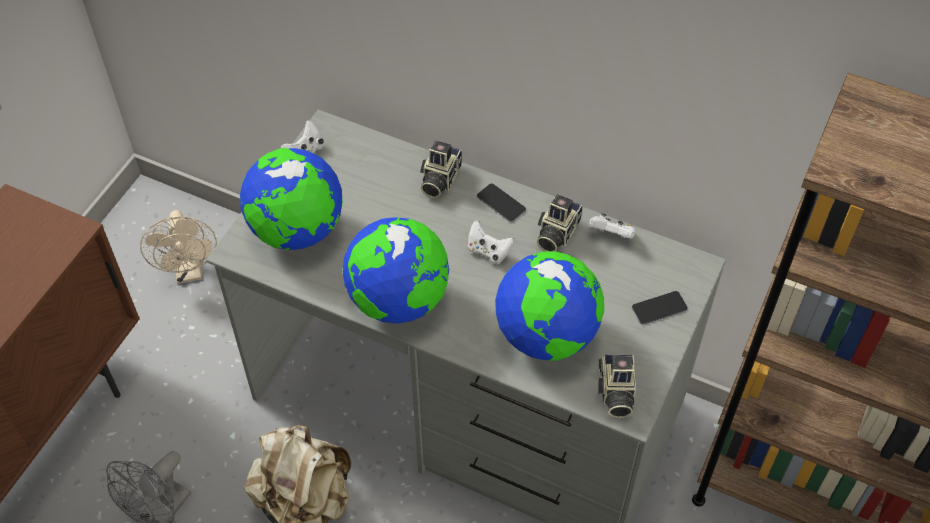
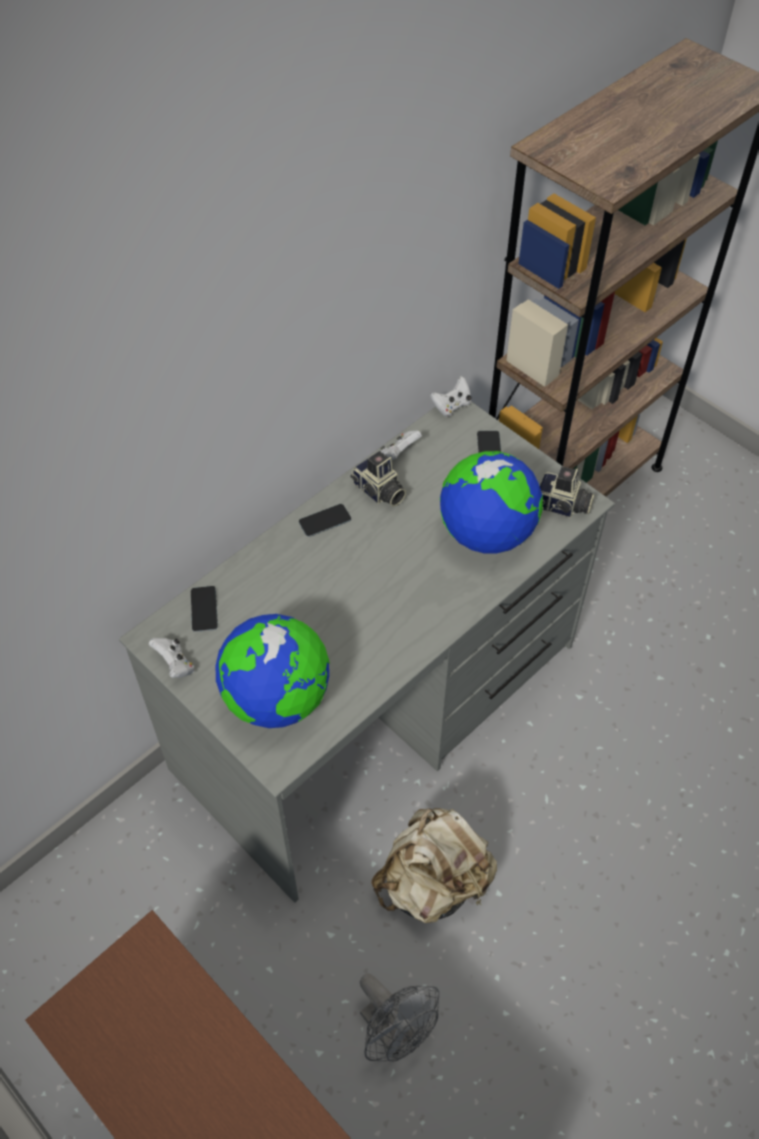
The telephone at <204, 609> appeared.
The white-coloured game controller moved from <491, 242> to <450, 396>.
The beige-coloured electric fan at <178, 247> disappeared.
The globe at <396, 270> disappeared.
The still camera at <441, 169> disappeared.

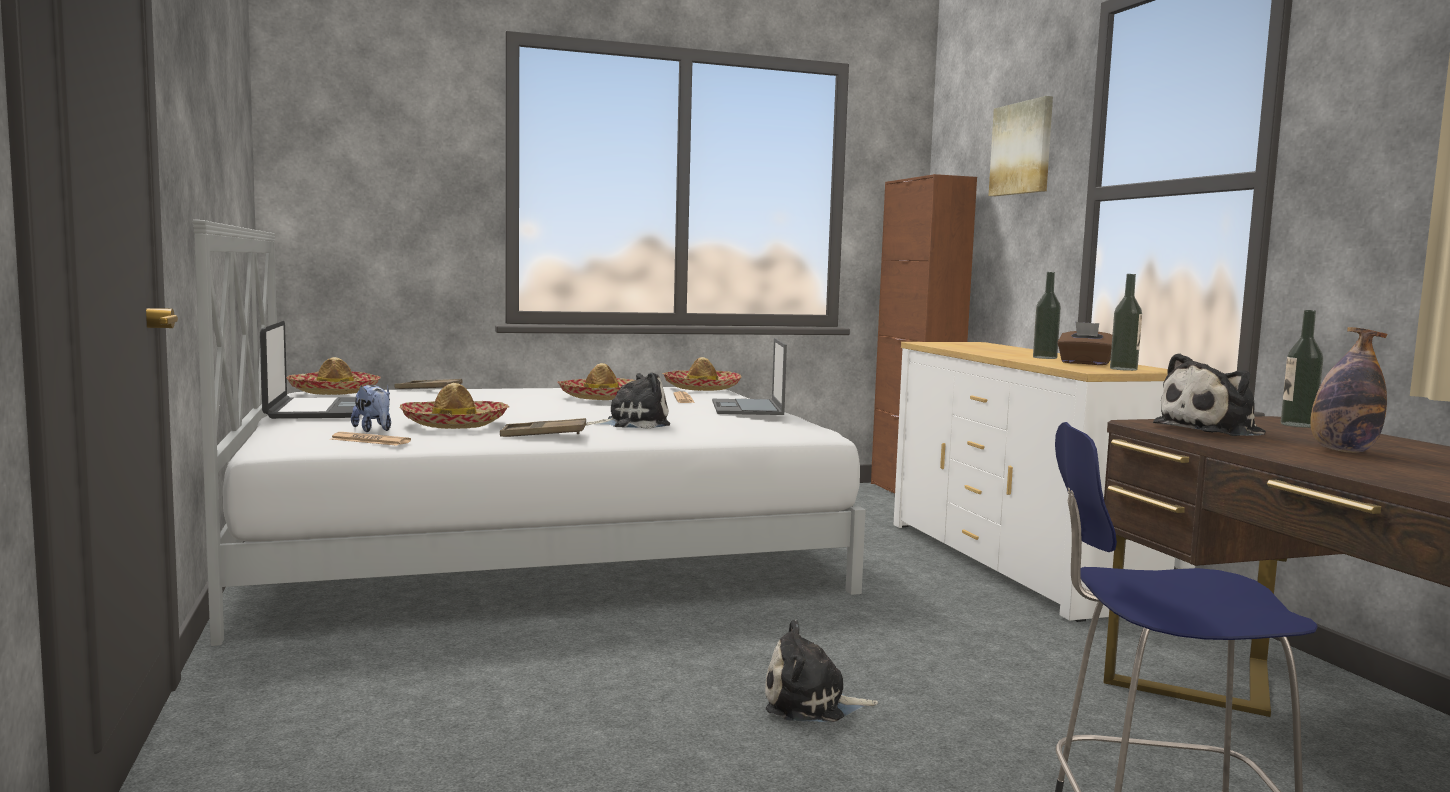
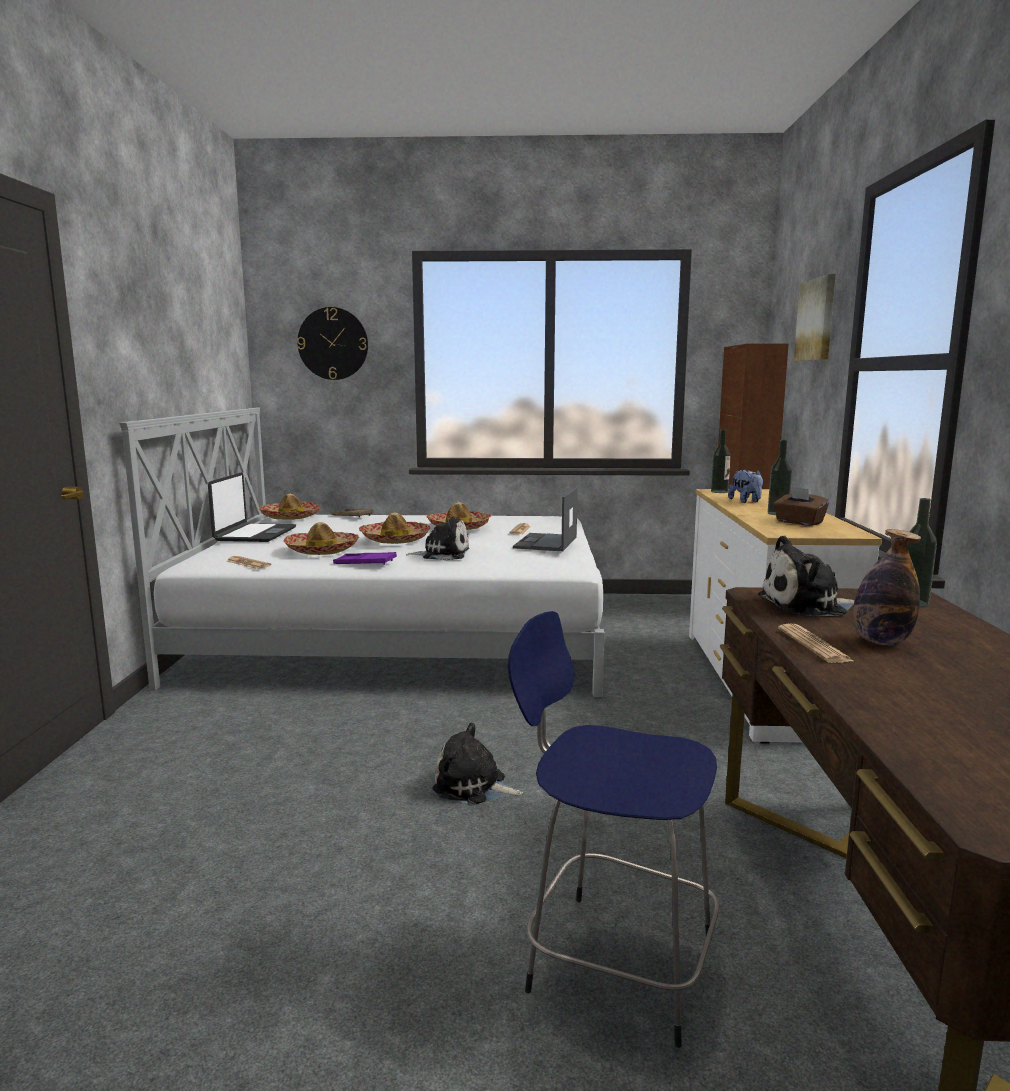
The clock on the wall at <332, 343> appeared.
The brown tray at <543, 427> became the purplish tray at <365, 558>.
The wearable hat moved from <702, 374> to <395, 528>.
The bottle moved from <1126, 322> to <721, 461>.
The cuddly toy moved from <371, 408> to <745, 486>.
The newspaper at <816, 643> appeared.

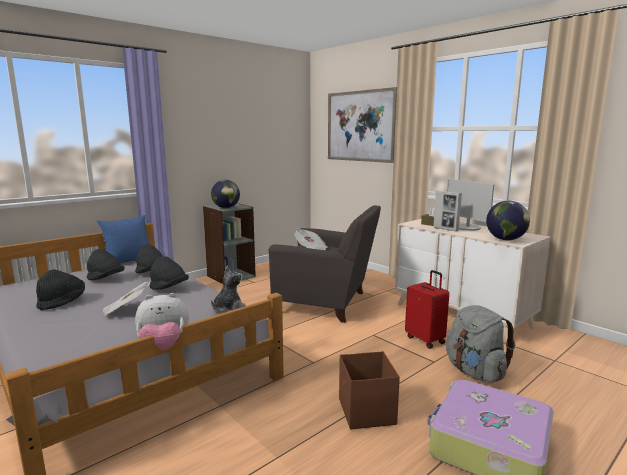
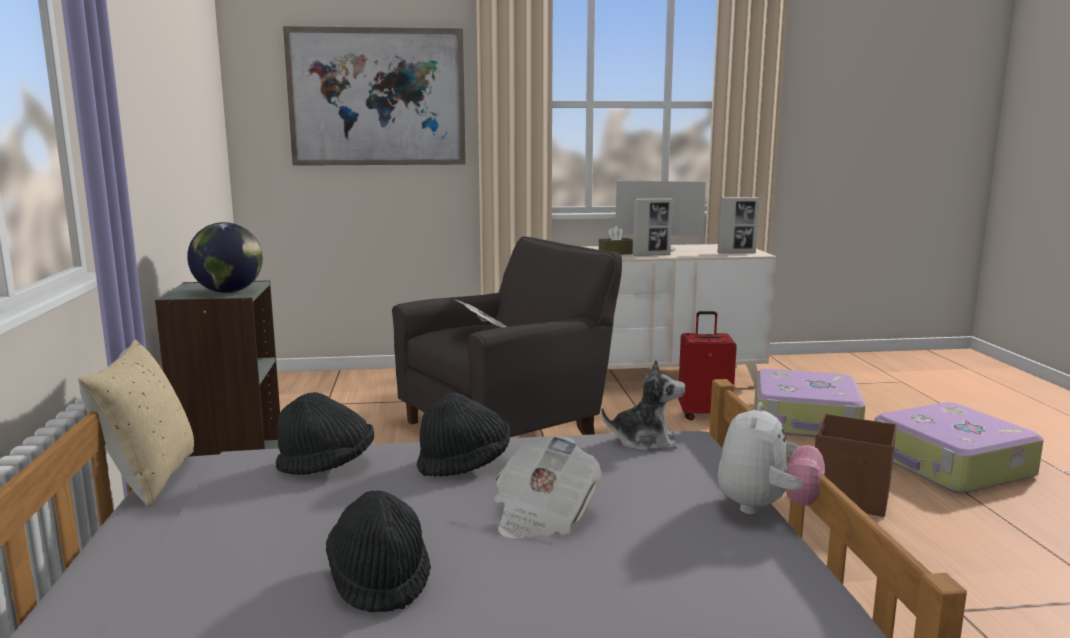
The blue pillow at <123, 239> became the beige-coloured pillow at <136, 423>.
The cuddly toy at <228, 289> turned 120 degrees clockwise.
The globe at <508, 220> was replaced by the picture frame at <738, 225>.
The greyish knapsack at <480, 344> was replaced by the piece of luggage at <810, 403>.
The black wearable hat at <105, 264> disappeared.

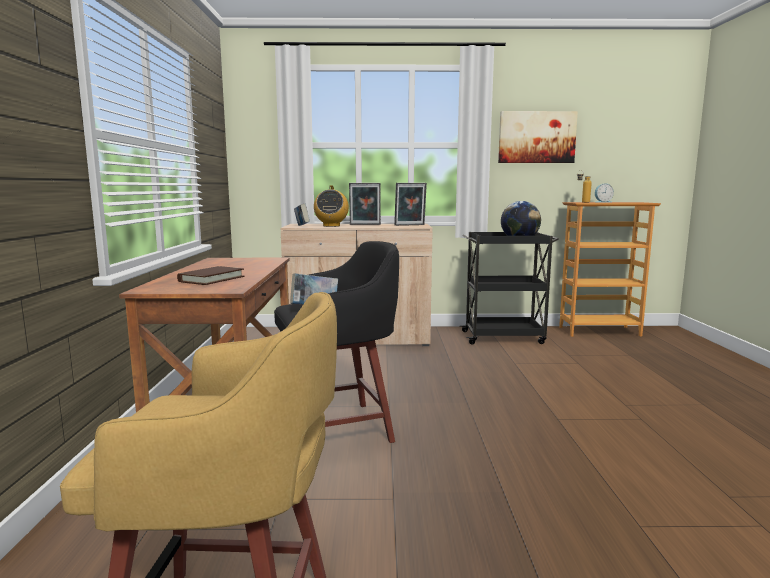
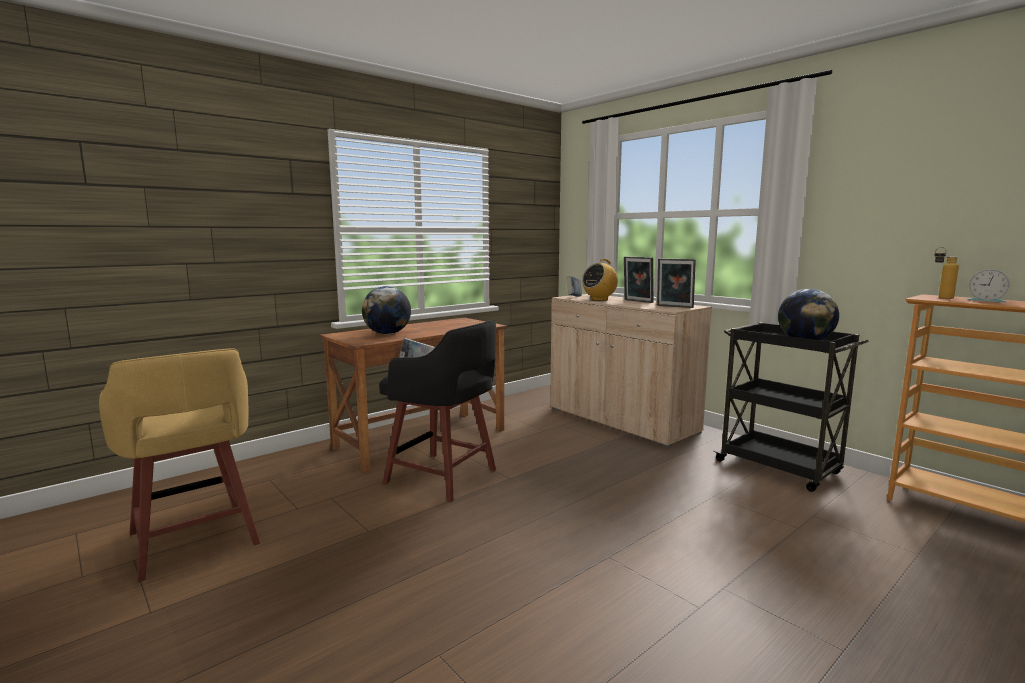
The brown book at <210, 275> was replaced by the globe at <386, 310>.
The picture at <538, 137> disappeared.

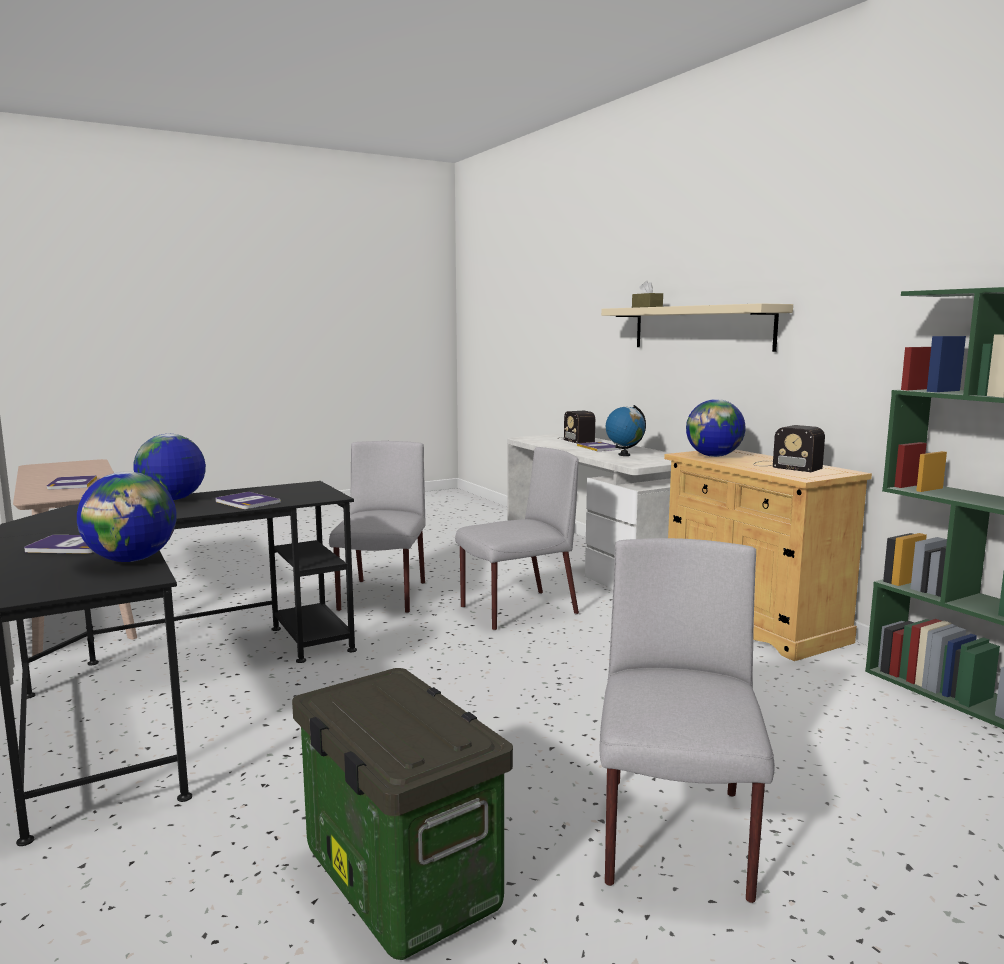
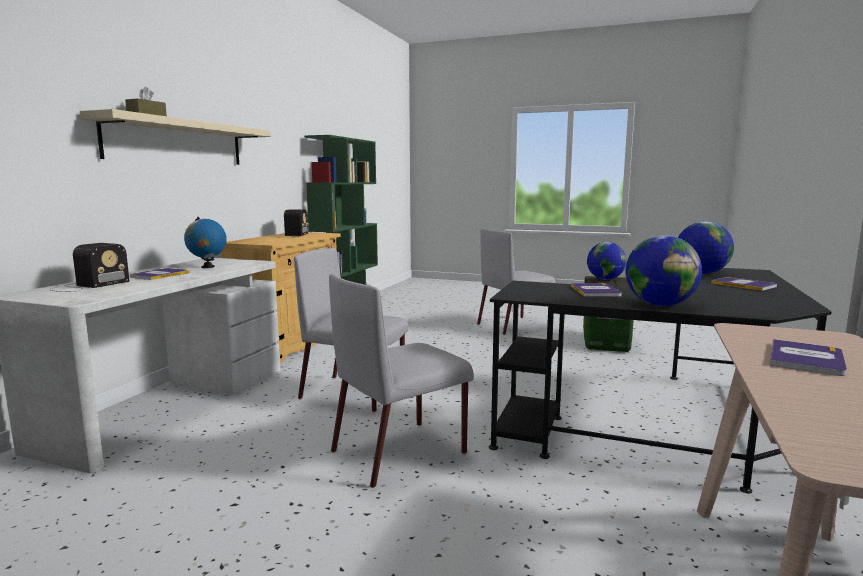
The globe moved from <716, 428> to <606, 261>.

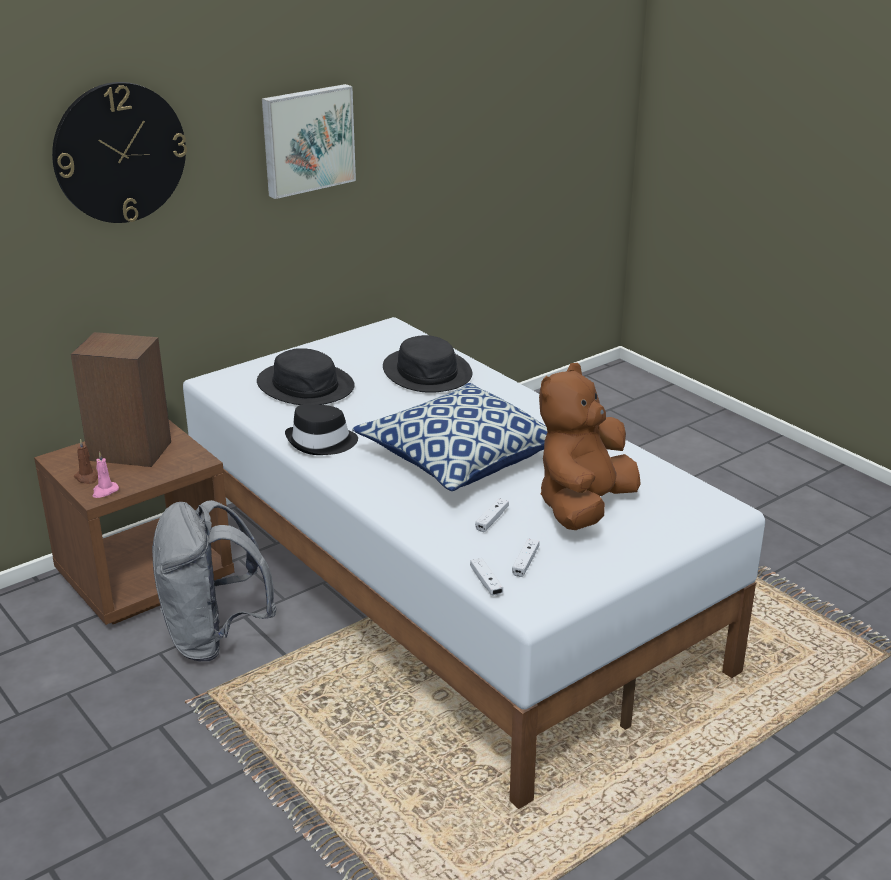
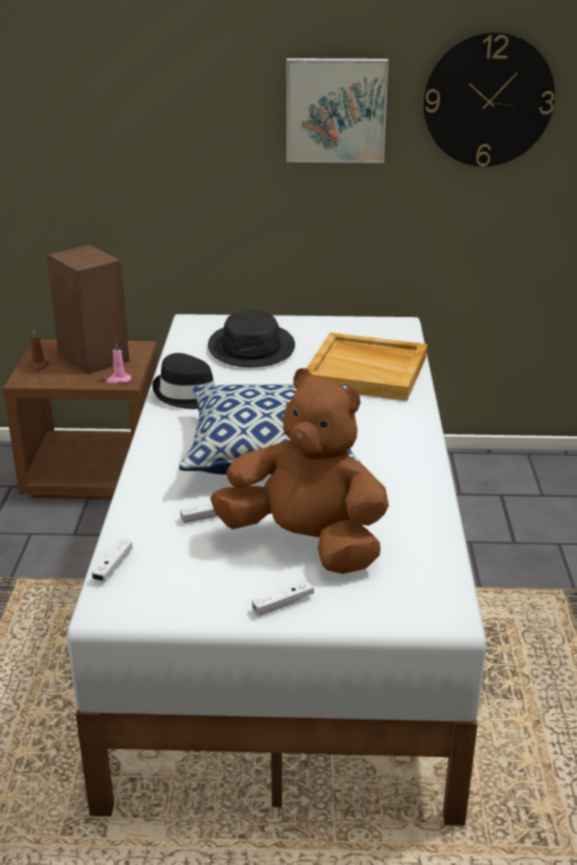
The pinkish wax light moved from <106, 474> to <118, 363>.
The brown cuddly toy at <590, 446> turned 45 degrees clockwise.
The white-coloured game controller moved from <525, 558> to <283, 598>.
The black wearable hat at <427, 364> was replaced by the beige-coloured tray at <367, 367>.
The clock on the wall moved from <119, 152> to <489, 99>.
The greyish knapsack at <214, 580> disappeared.

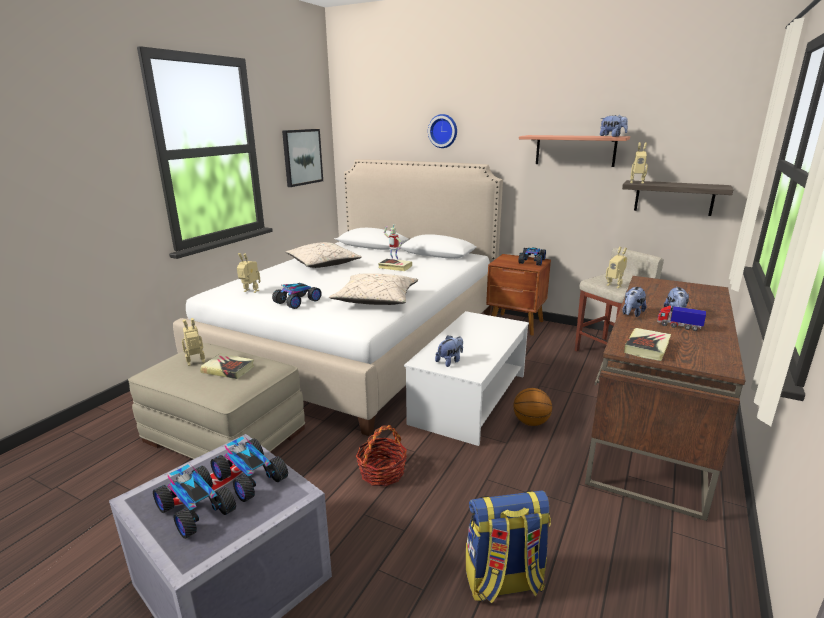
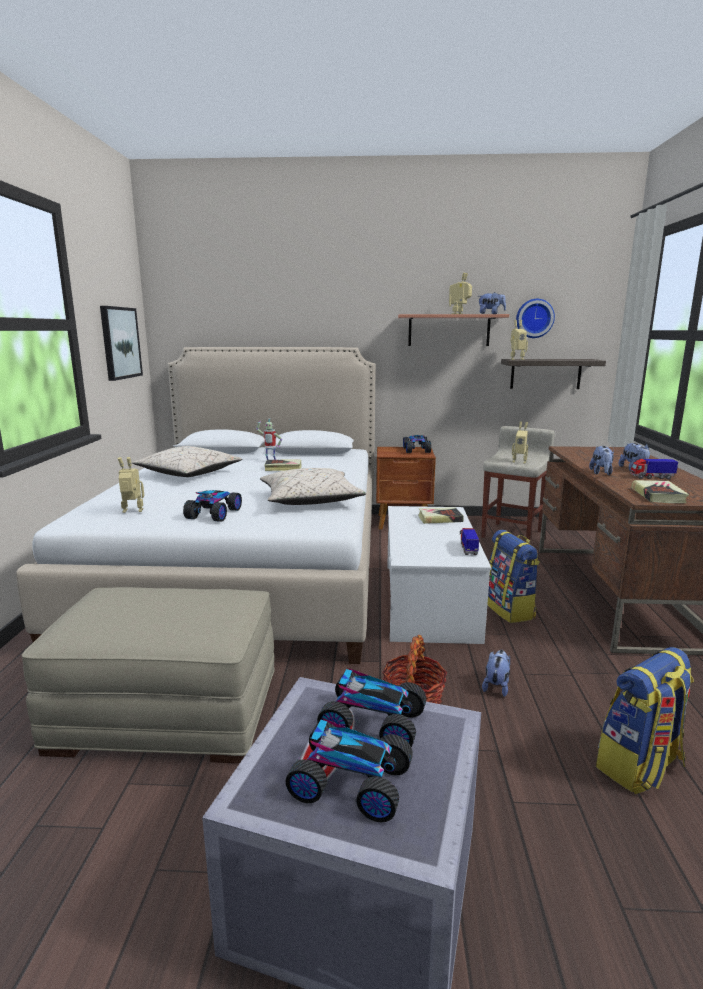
The book moved from <227, 366> to <441, 515>.
The robot figure moved from <193, 342> to <460, 293>.
The toy lorry at <469, 541> appeared.
The cuddly toy moved from <449, 351> to <496, 673>.
The basketball at <532, 407> was replaced by the knapsack at <513, 576>.
The clock on the wall moved from <442, 131> to <535, 318>.

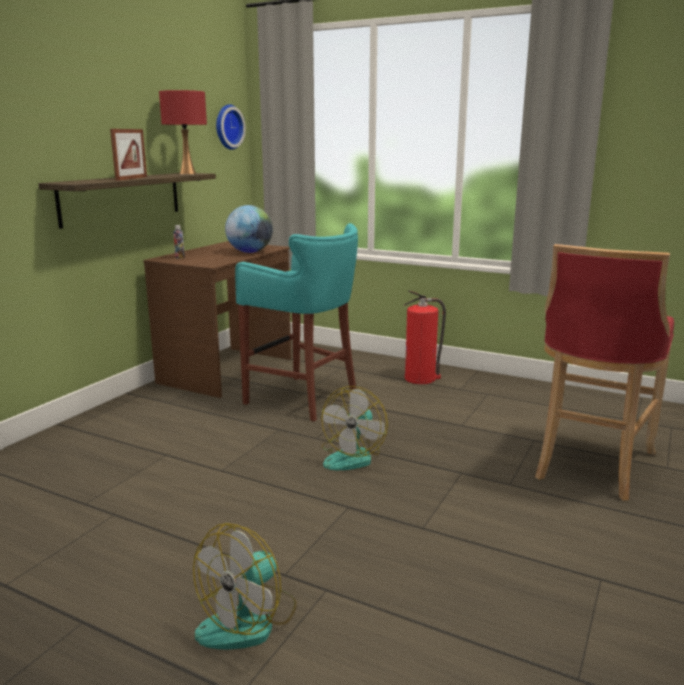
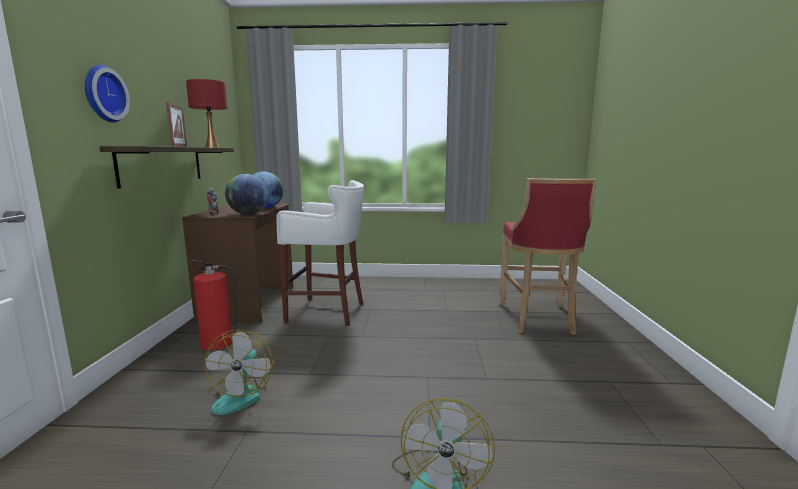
The clock on the wall moved from <231, 127> to <107, 94>.
The extinguisher moved from <425, 337> to <212, 305>.
The electric fan moved from <354, 428> to <239, 372>.
The globe at <246, 194> appeared.
The turquoise stool at <296, 322> became the white-coloured stool at <320, 253>.

